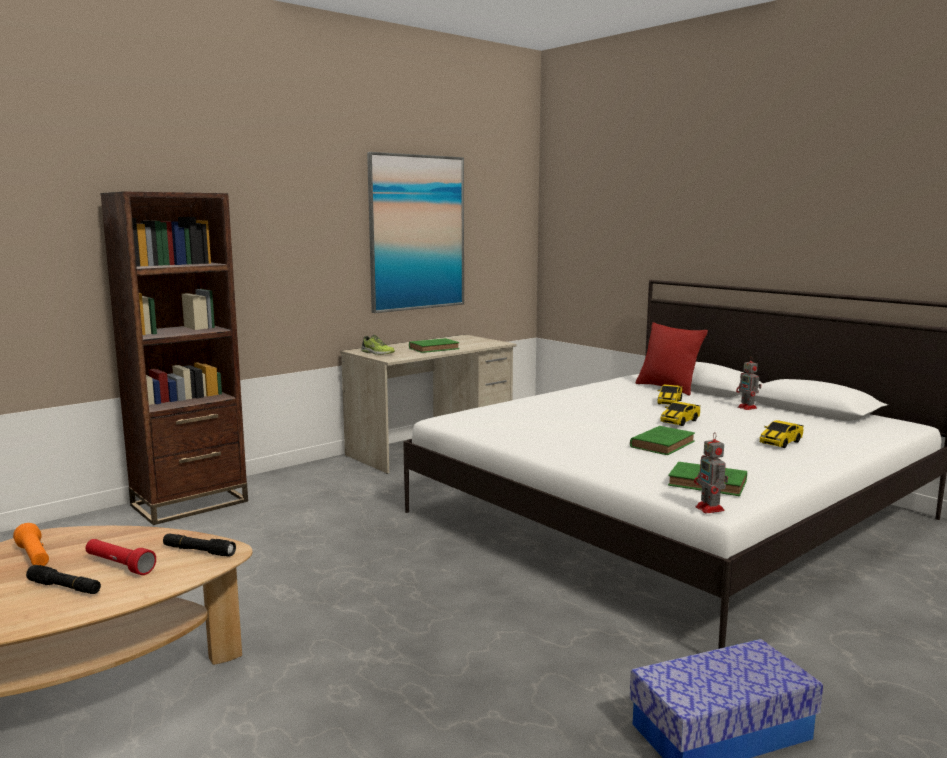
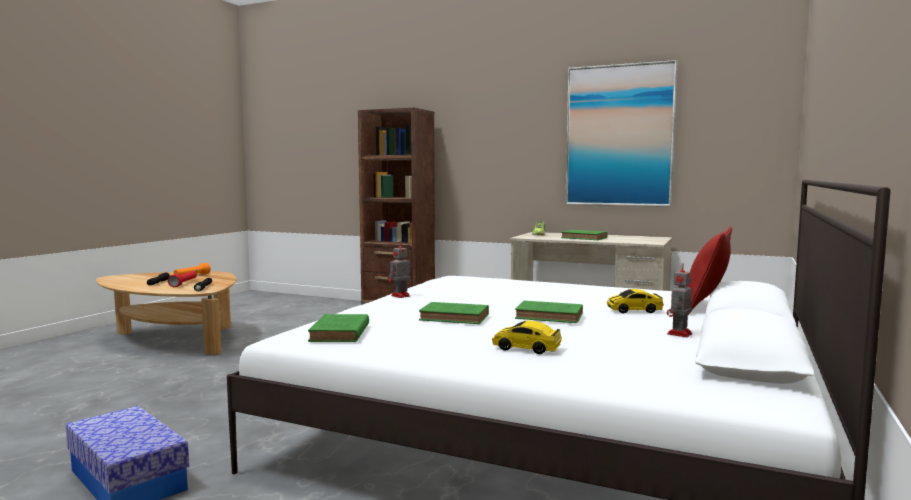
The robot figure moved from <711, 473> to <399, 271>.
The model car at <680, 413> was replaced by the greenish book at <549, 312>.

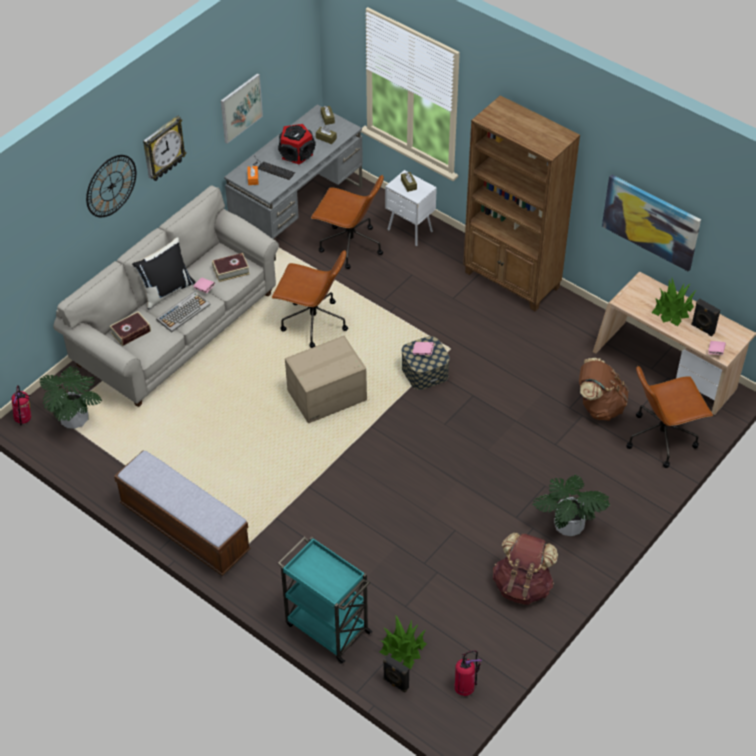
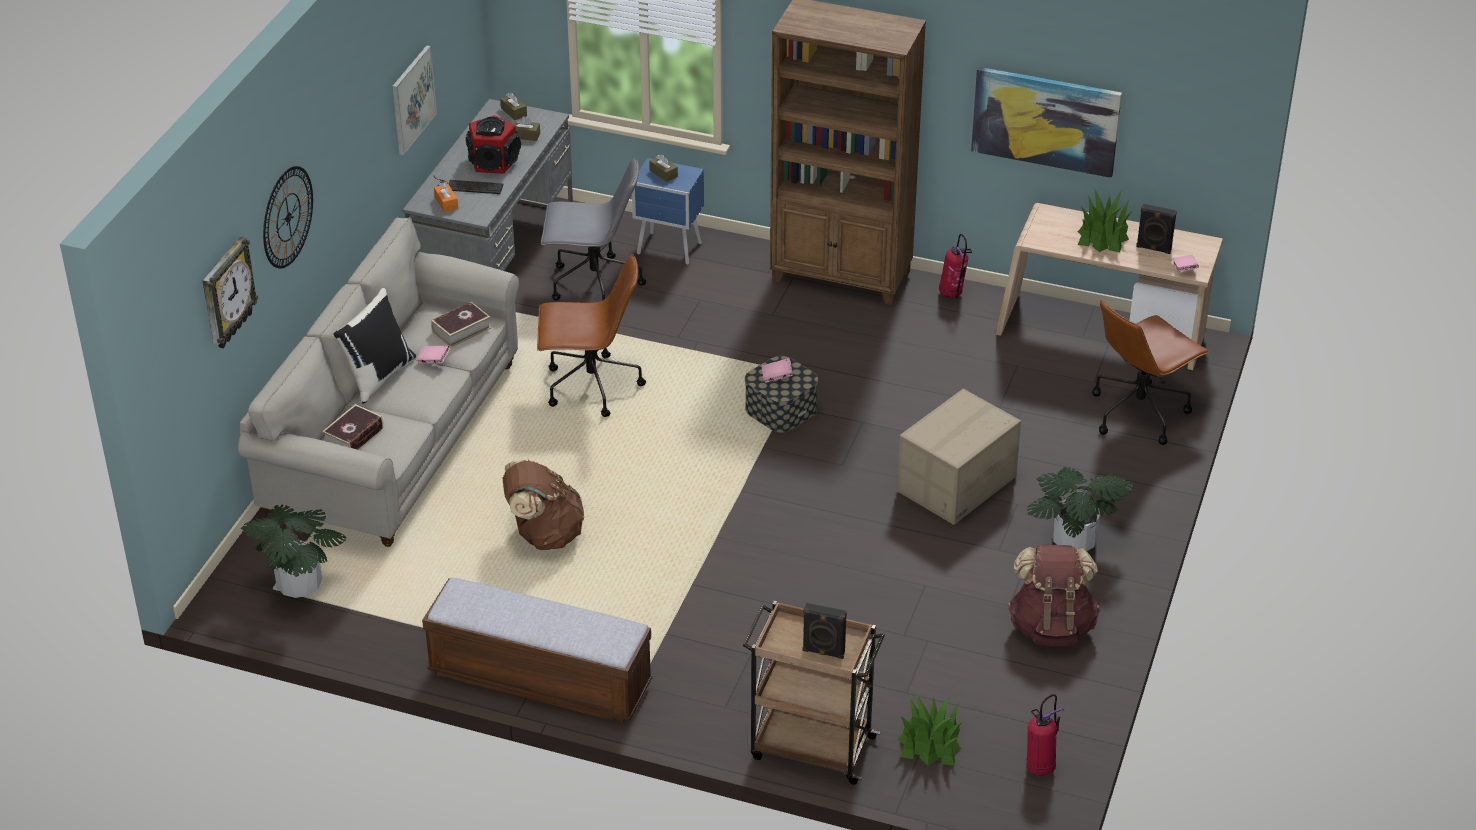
The clock on the wall moved from <165, 148> to <230, 292>.
The brown knapsack moved from <604, 389> to <544, 504>.
The brown computer chair at <347, 222> became the greyish computer chair at <593, 229>.
The white-coloured night table at <411, 208> became the blue night table at <668, 211>.
The turquoise wheeled cart at <325, 600> became the brown wheeled cart at <814, 693>.
The black speaker moved from <396, 674> to <824, 631>.
The packing box moved from <326, 379> to <959, 457>.
The extinguisher moved from <21, 405> to <955, 266>.
The computer keyboard at <183, 311> disappeared.

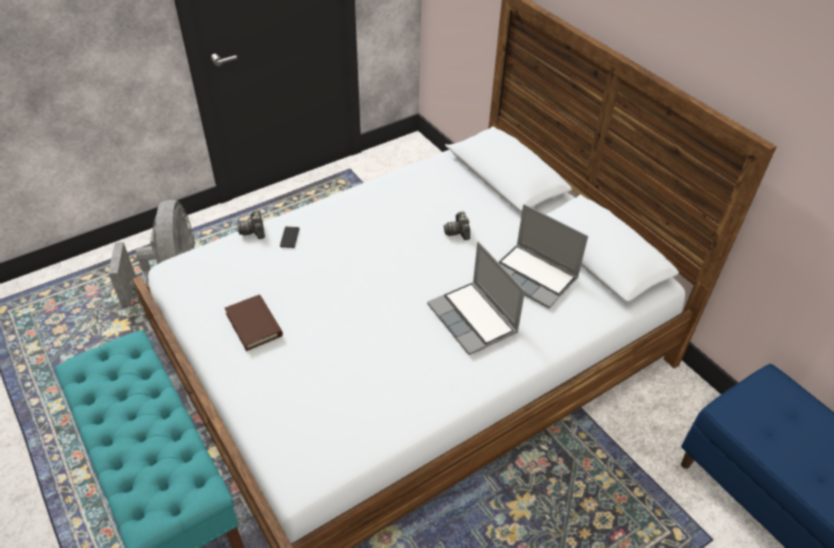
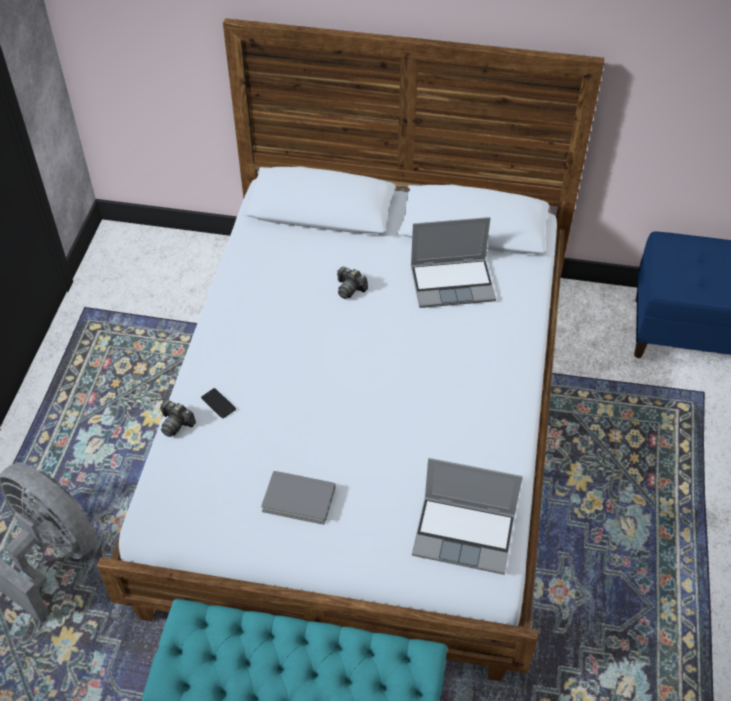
The brown book at <254, 323> became the greyish book at <298, 498>.
The laptop moved from <476, 298> to <467, 516>.

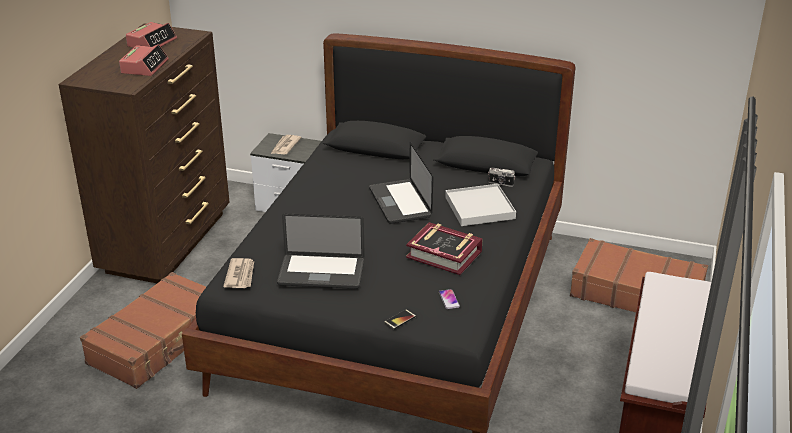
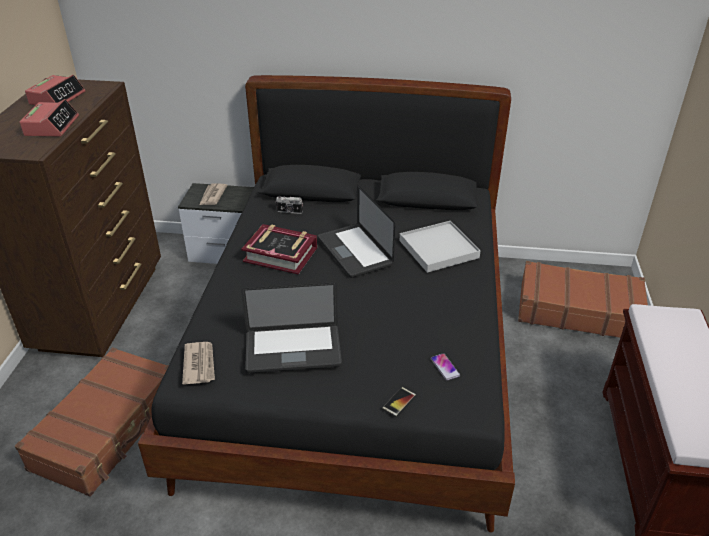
The book moved from <444, 248> to <279, 249>.
The still camera moved from <501, 177> to <289, 205>.

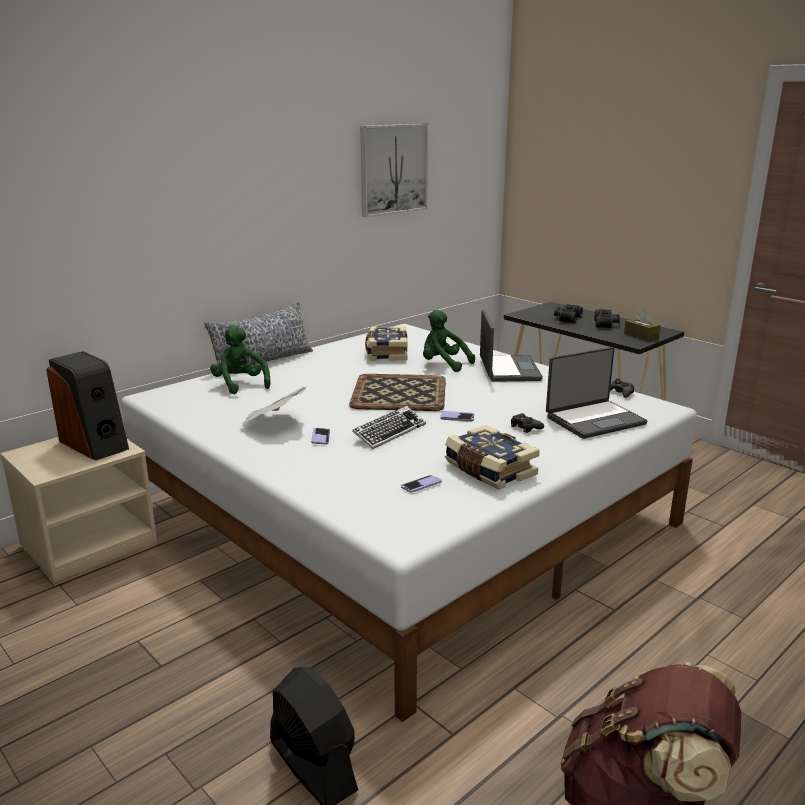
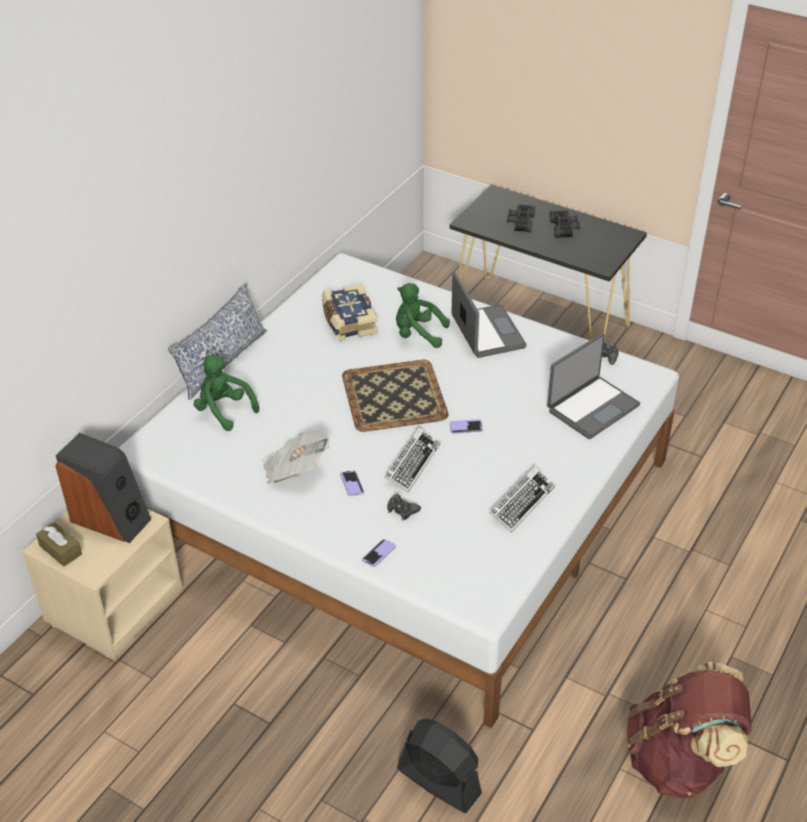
The brown box of tissues moved from <642, 325> to <59, 544>.
The telephone moved from <421, 484> to <379, 553>.
The black game controller moved from <527, 423> to <404, 507>.
The book at <492, 457> was replaced by the computer keyboard at <523, 499>.
The picture at <394, 170> disappeared.

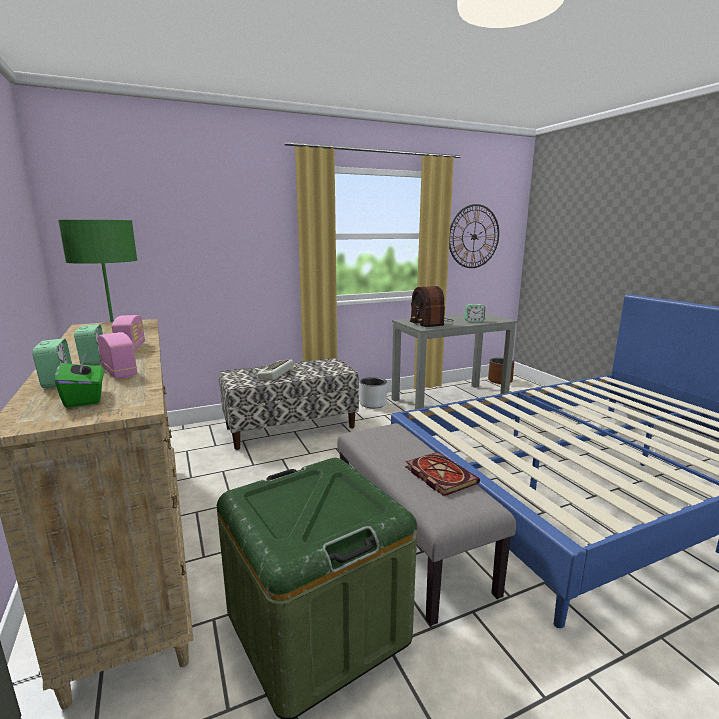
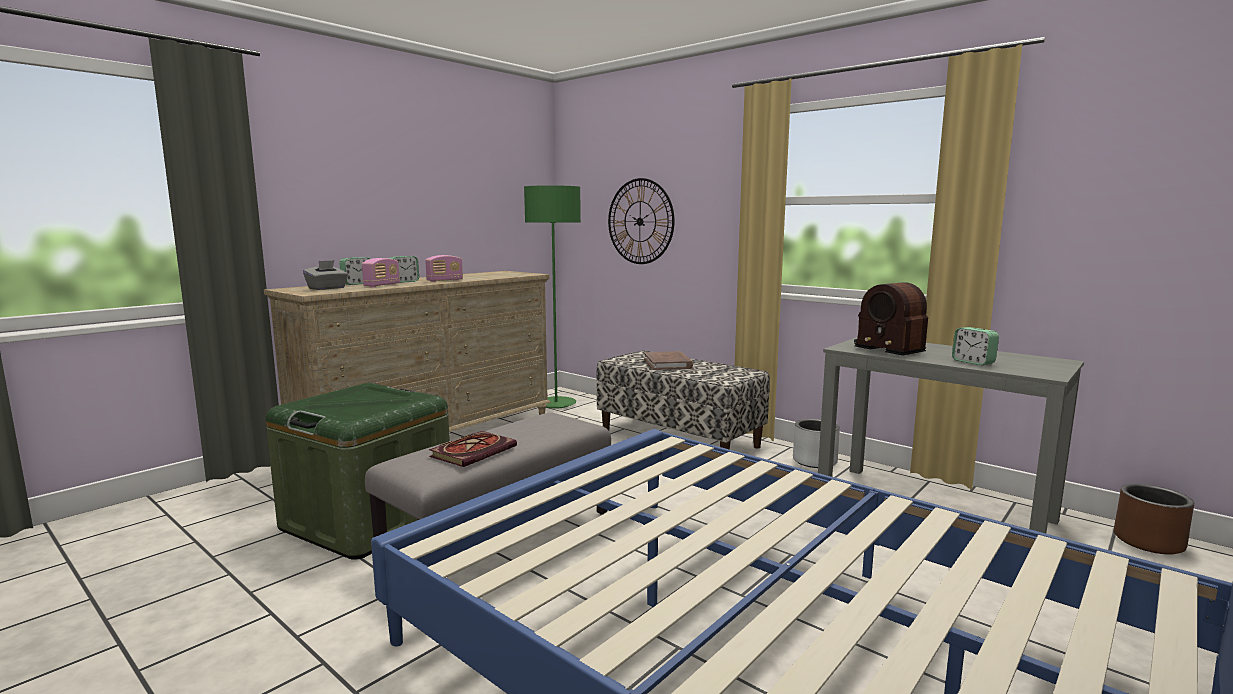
The greenish box of tissues at <79, 379> became the greyish box of tissues at <325, 275>.
The clock on the wall moved from <474, 236> to <641, 221>.
The computer keyboard at <275, 370> was replaced by the brown book at <668, 360>.
The radio set at <432, 306> turned 75 degrees counterclockwise.

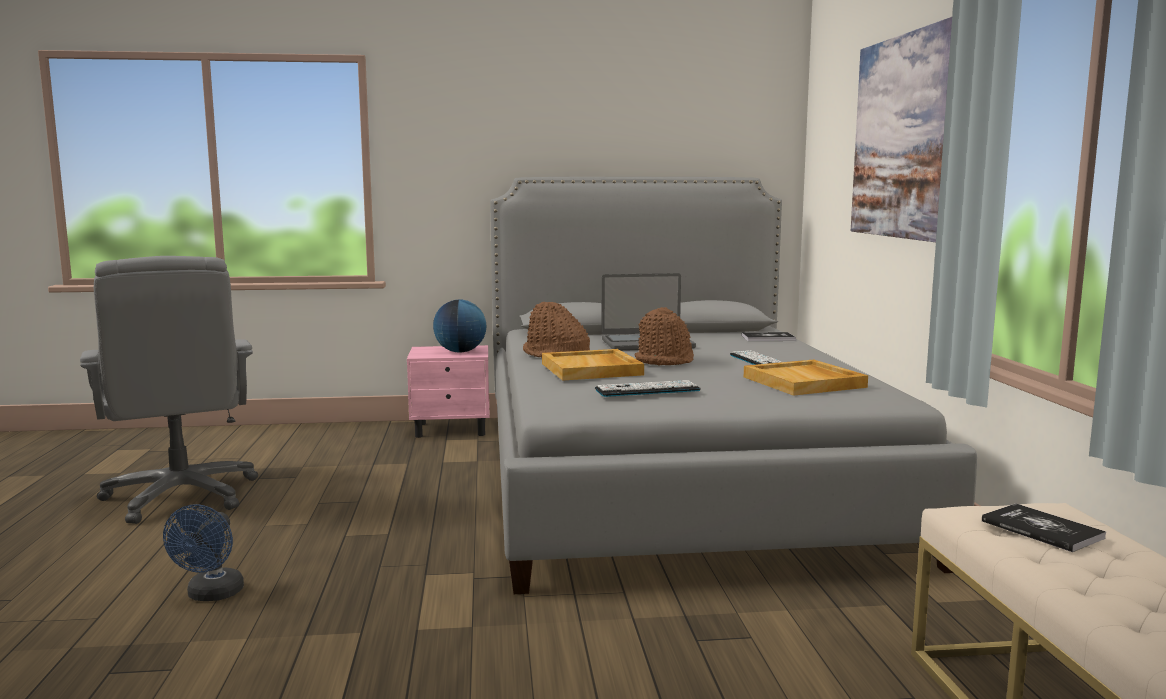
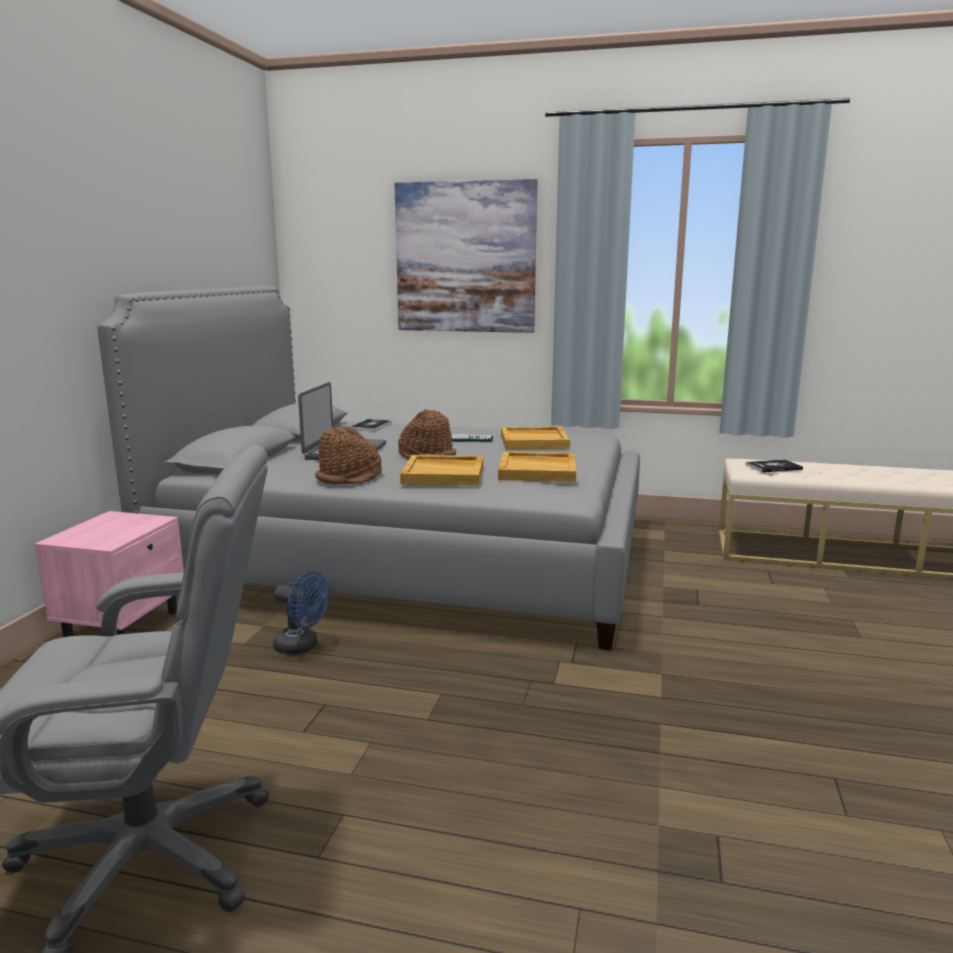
The blue electric fan moved from <203, 552> to <301, 613>.
The computer keyboard at <648, 388> was replaced by the beige-coloured tray at <537, 466>.
The globe at <459, 326> disappeared.

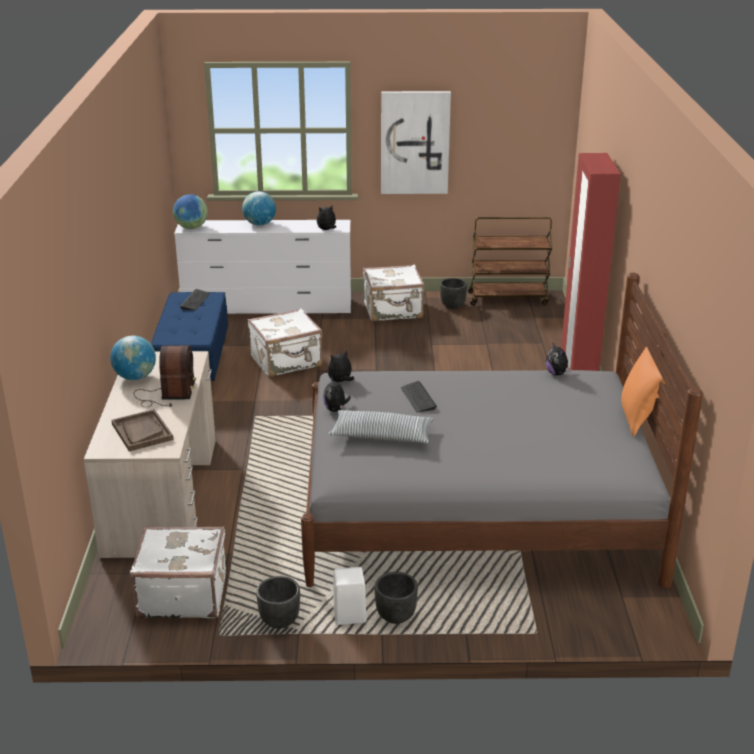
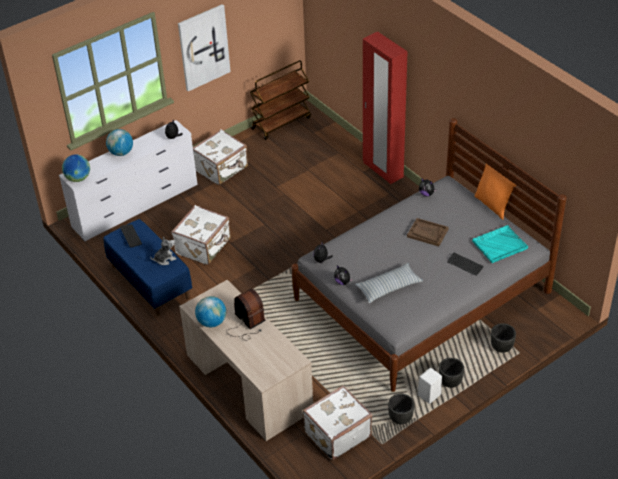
The cuddly toy at <163, 251> appeared.
The brown tray moved from <142, 430> to <428, 232>.
The computer keyboard moved from <419, 396> to <465, 264>.
The turquoise tray at <500, 244> appeared.
The black plant pot moved from <453, 293> to <503, 338>.

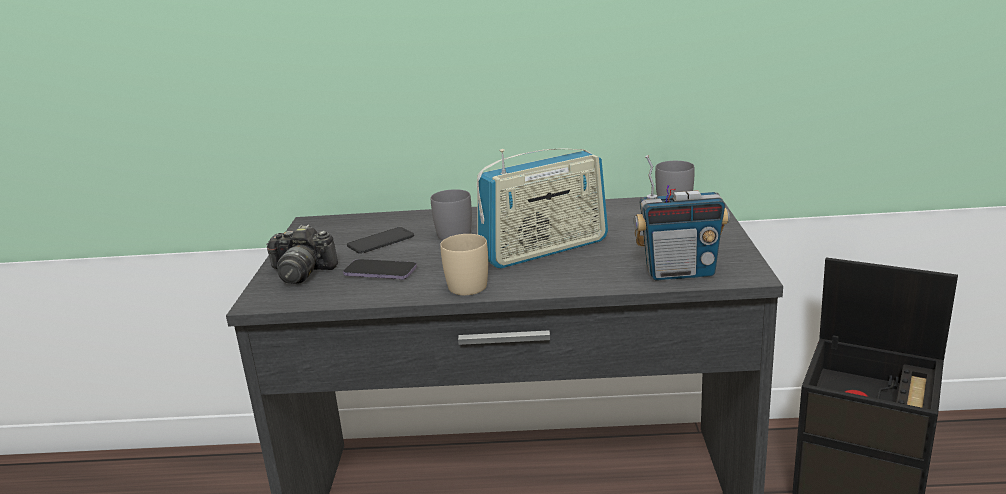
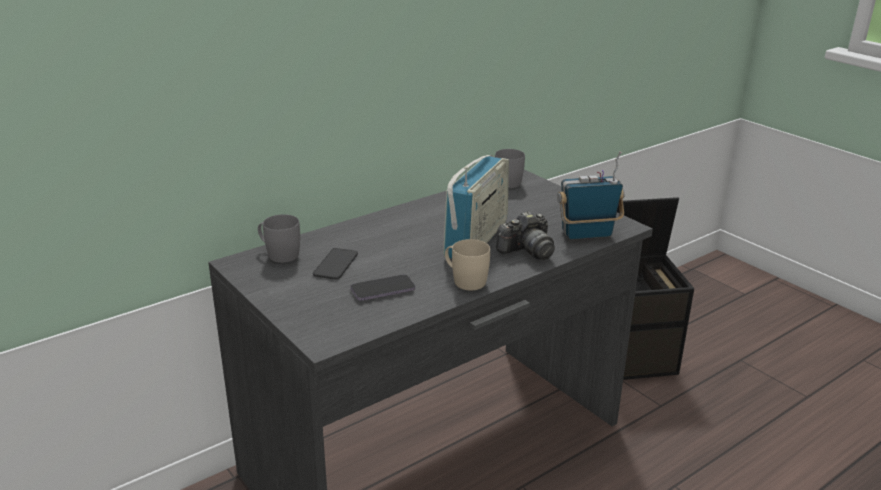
The greyish mug moved from <451, 214> to <279, 238>.
The still camera moved from <302, 254> to <525, 235>.
The radio set at <682, 217> turned 150 degrees counterclockwise.

